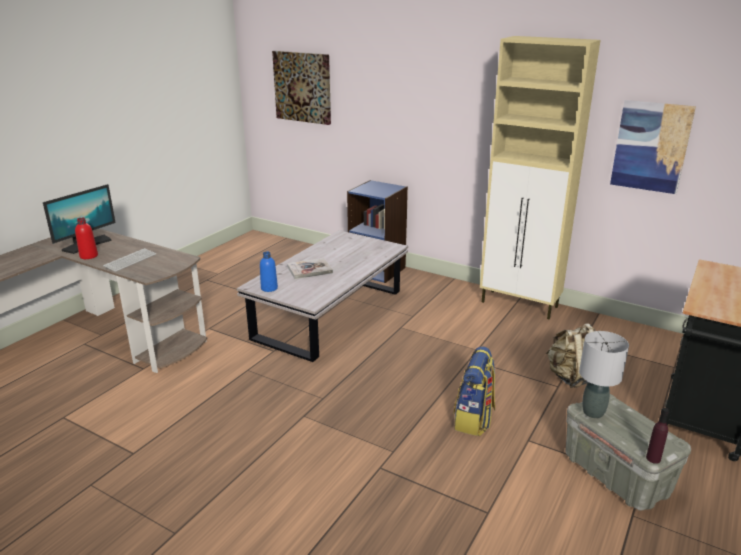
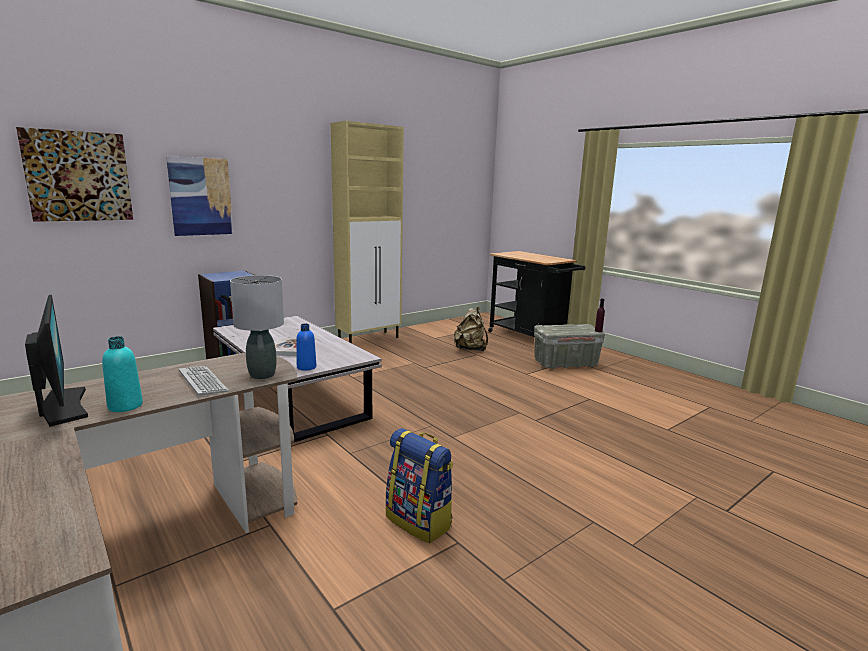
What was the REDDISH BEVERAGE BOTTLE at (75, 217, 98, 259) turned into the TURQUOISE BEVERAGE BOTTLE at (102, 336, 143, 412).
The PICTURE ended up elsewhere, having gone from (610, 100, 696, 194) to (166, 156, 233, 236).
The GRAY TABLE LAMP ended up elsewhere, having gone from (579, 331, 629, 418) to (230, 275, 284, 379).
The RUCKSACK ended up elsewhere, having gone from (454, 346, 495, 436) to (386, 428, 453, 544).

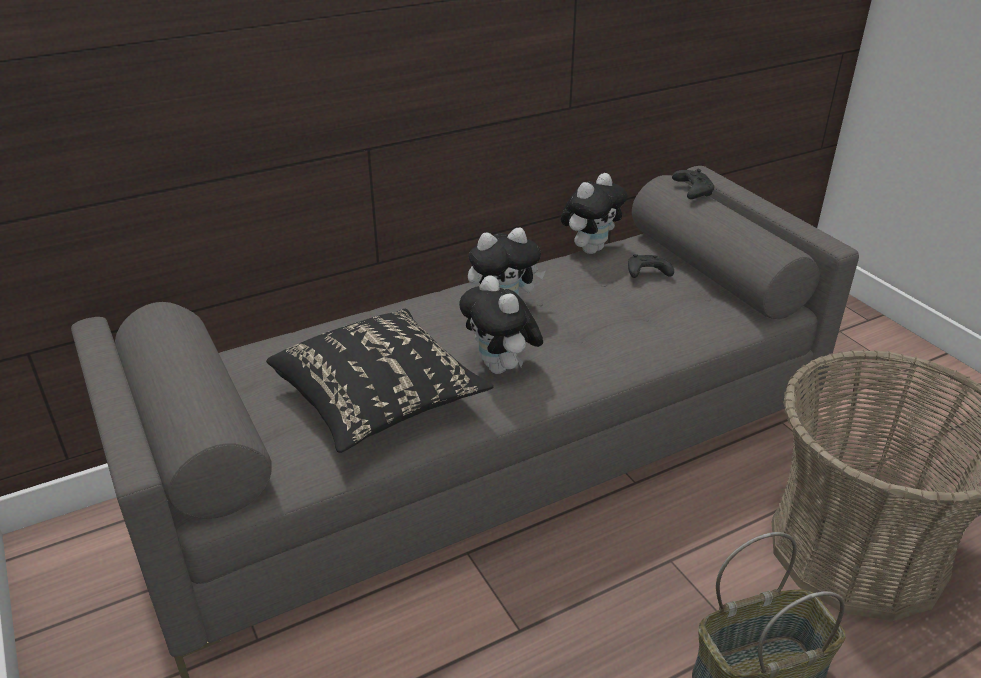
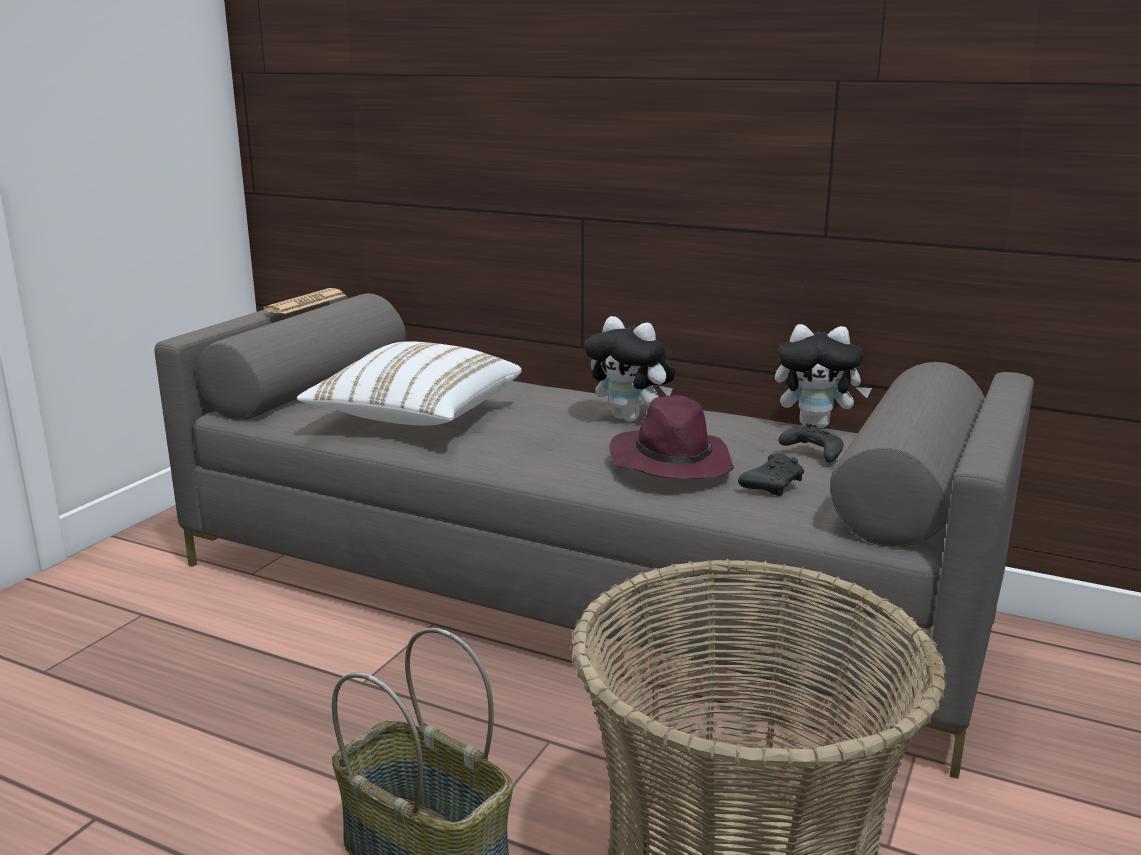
The second view gained the PRINTED PAPER at (264, 288, 346, 314).
What was the BLACKISH CUSHION at (266, 309, 493, 453) turned into the WHITE CUSHION at (297, 341, 522, 426).
The second view gained the PURPLE-COLOURED CLOTHING HAT at (610, 395, 734, 479).
The BLACKISH GAMEPAD ended up elsewhere, having gone from (672, 169, 715, 199) to (738, 453, 804, 496).
The second view lost the PLUSH TOY at (459, 275, 543, 374).

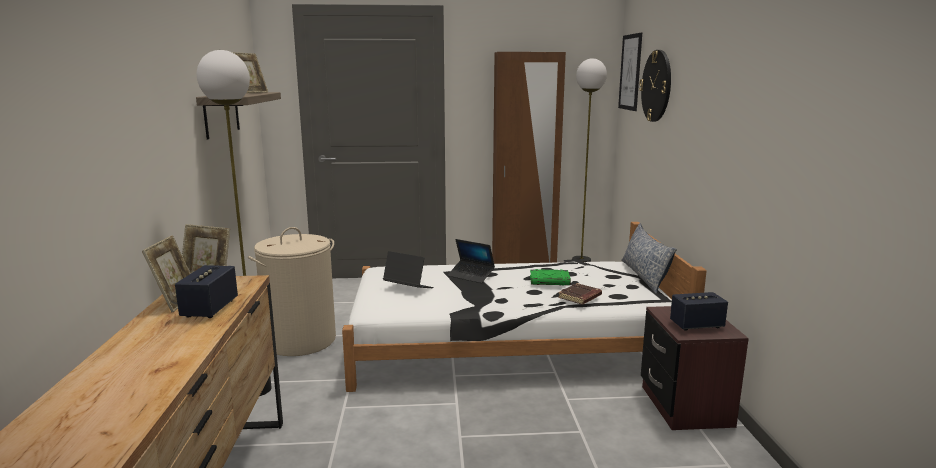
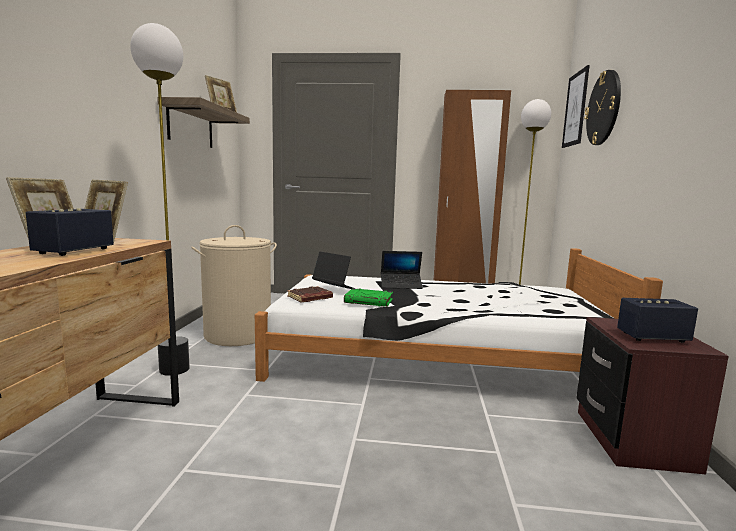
The BROWN-COLOURED BOUND BOOK ended up elsewhere, having gone from (558, 283, 602, 305) to (287, 286, 333, 302).
The GREENISH BOUND BOOK ended up elsewhere, having gone from (530, 269, 571, 286) to (344, 288, 393, 307).
The NOTEBOOK COMPUTER at (447, 239, 495, 283) ended up facing another way, 45 degrees counterclockwise from before.
The second view lost the CUSHION at (621, 223, 677, 294).

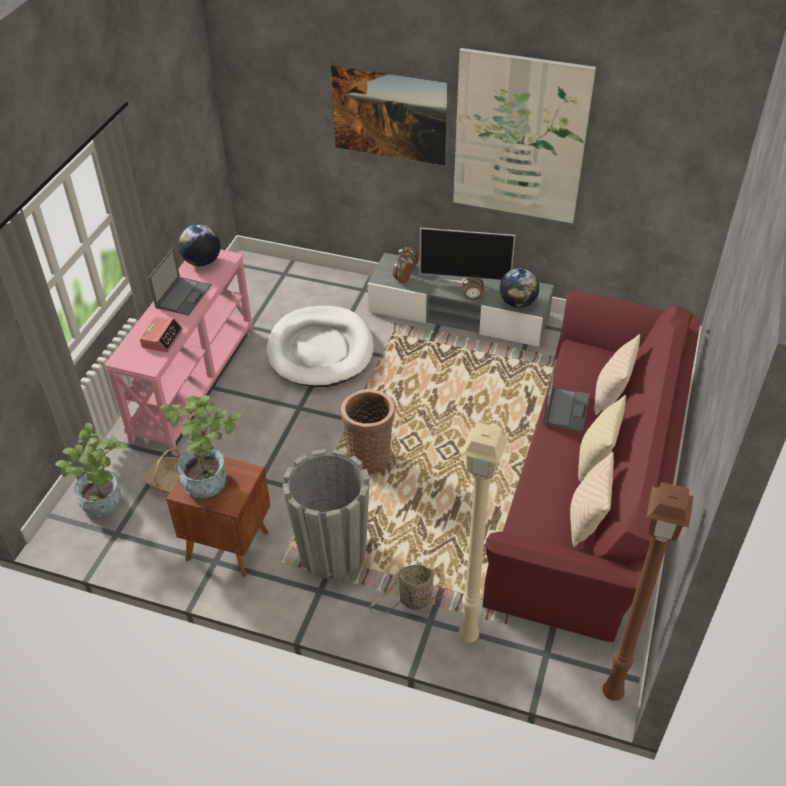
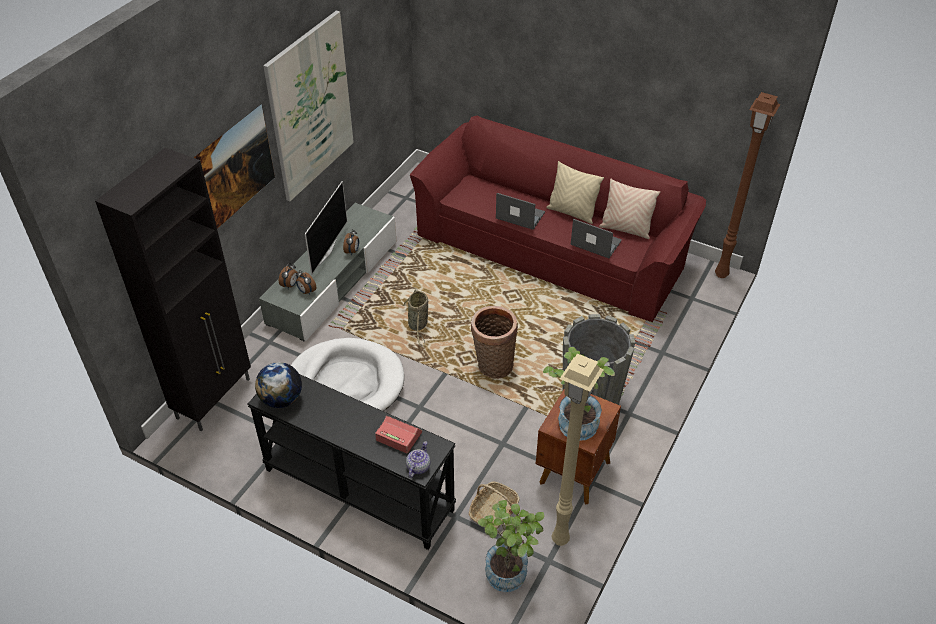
The second view gained the BLACKISH STORAGE CABINET at (95, 148, 251, 431).
What was the PINKISH NARROW TABLE at (104, 249, 253, 454) turned into the BLACKISH NARROW TABLE at (248, 374, 456, 550).
The BASKET ended up elsewhere, having gone from (369, 565, 448, 615) to (402, 288, 428, 346).
The second view gained the TEA POT at (406, 441, 430, 478).
The SAND-COLOURED STANDING LAMP ended up elsewhere, having gone from (459, 422, 509, 643) to (552, 353, 604, 546).
The NOTEBOOK COMPUTER ended up elsewhere, having gone from (148, 248, 211, 316) to (570, 219, 622, 258).
The second view lost the DESK GLOBE at (500, 268, 540, 308).
The second view lost the SAND-COLOURED CUSHION at (594, 334, 640, 415).

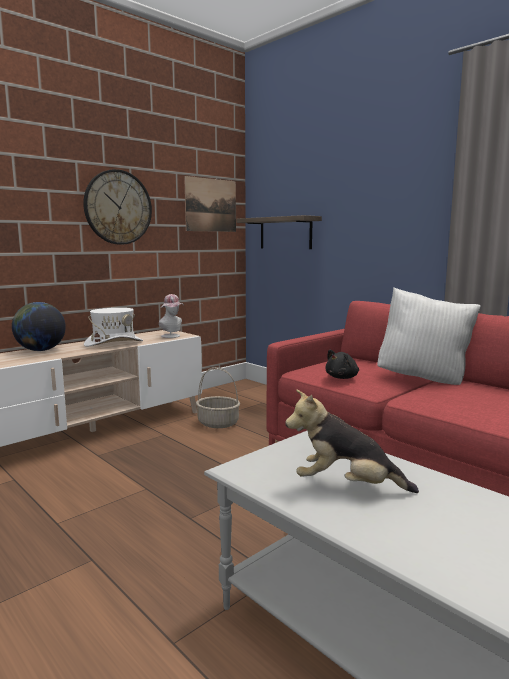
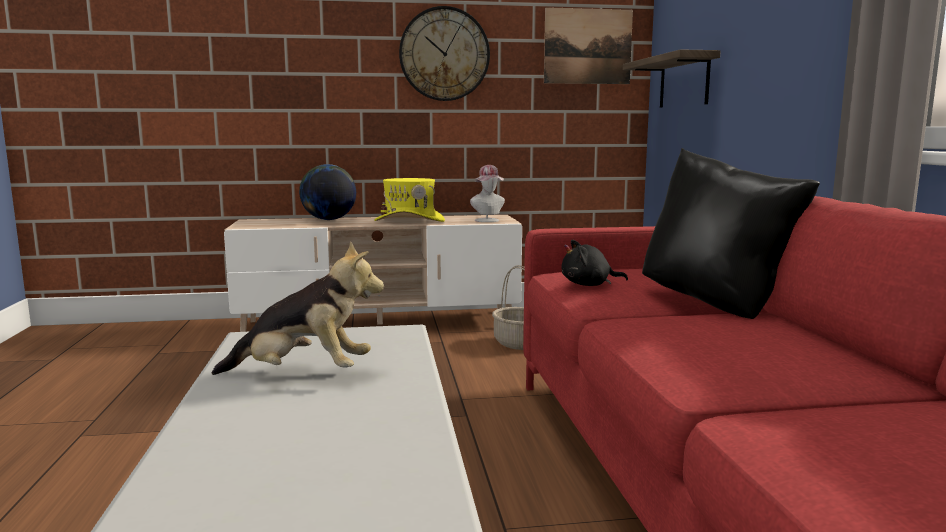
The PLUSH TOY at (285, 389, 419, 493) ended up facing another way, 135 degrees clockwise from before.
What was the WHITE CLOTHING HAT at (84, 308, 143, 347) turned into the YELLOW-COLOURED CLOTHING HAT at (374, 178, 445, 222).
What was the WHITE CUSHION at (377, 287, 481, 385) turned into the BLACKISH CUSHION at (642, 148, 820, 319).

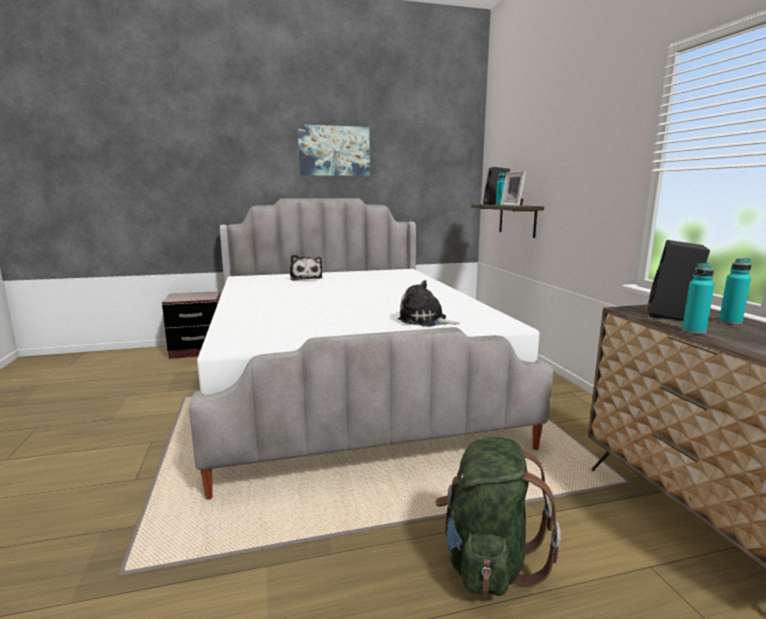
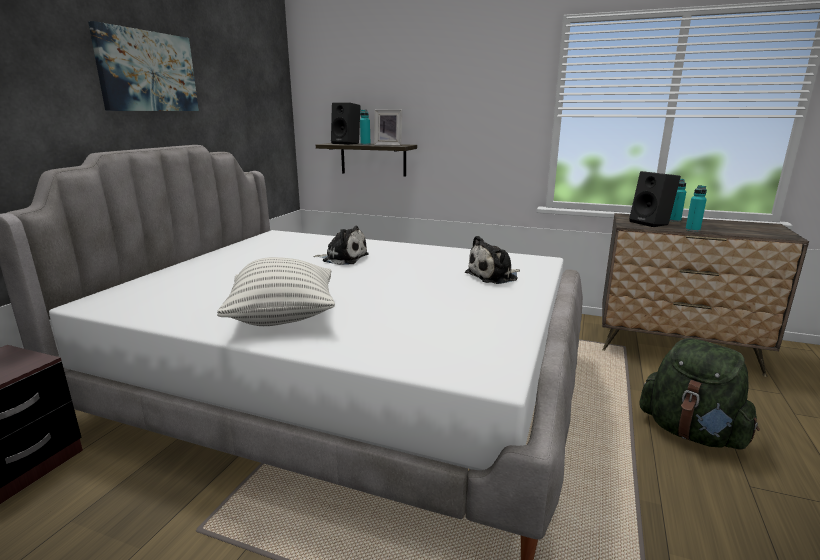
The second view gained the CUSHION at (217, 257, 335, 326).
The PLUSH TOY ended up elsewhere, having gone from (290, 255, 322, 281) to (313, 226, 369, 265).

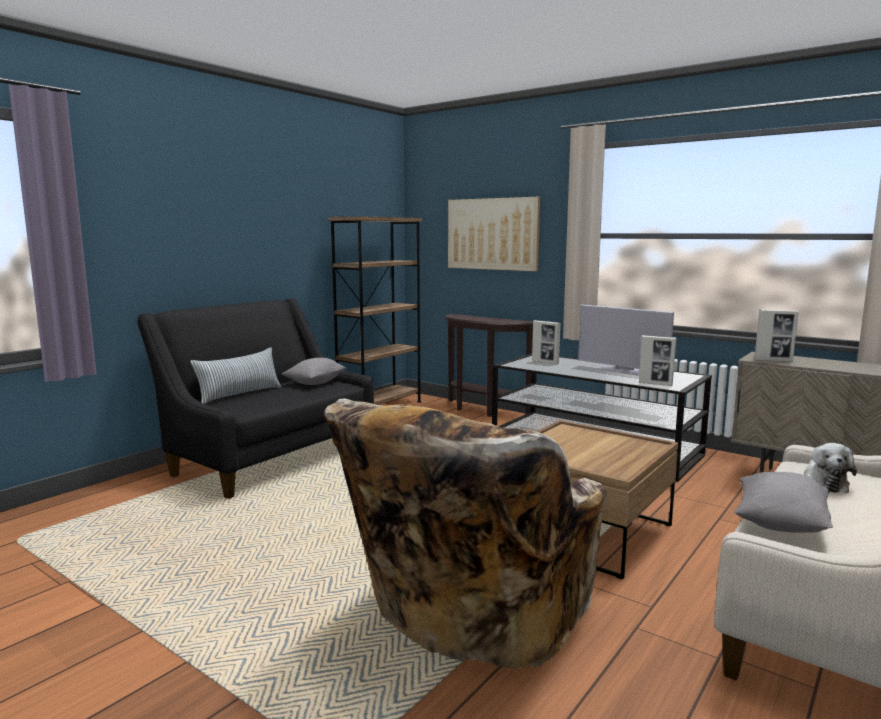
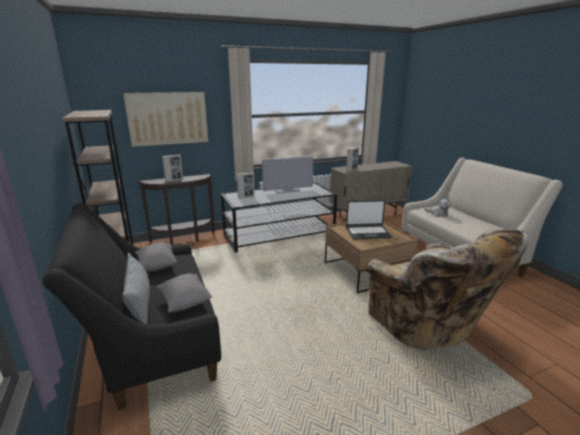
The GRAY CUSHION ended up elsewhere, having gone from (734, 472, 833, 533) to (155, 273, 212, 313).
The PHOTO FRAME ended up elsewhere, having gone from (639, 335, 676, 386) to (162, 154, 183, 182).
The second view gained the NOTEBOOK COMPUTER at (346, 200, 392, 239).

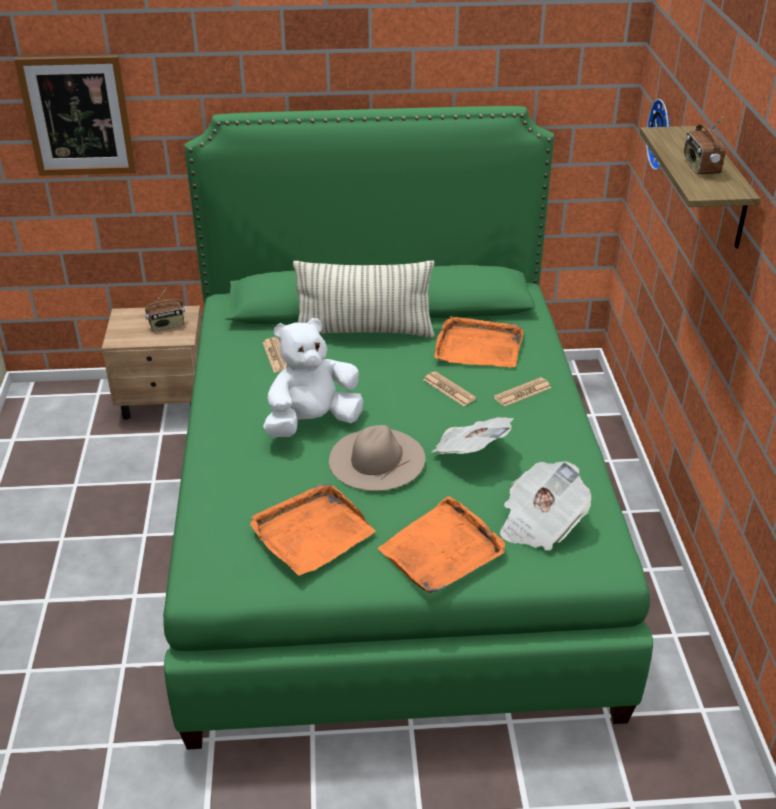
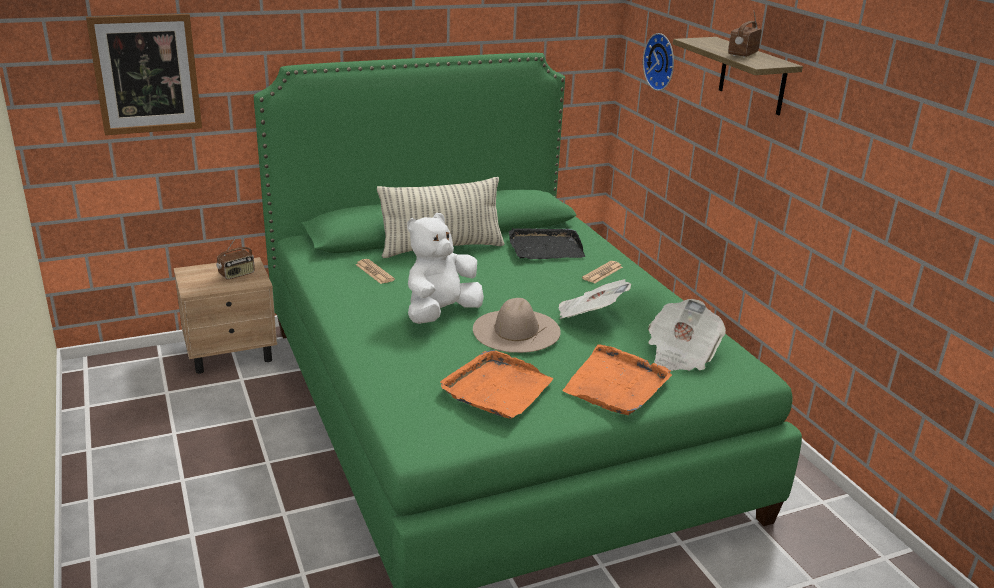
What was the ORANGEY SERVING TRAY at (434, 316, 523, 368) turned into the BLACKISH SERVING TRAY at (509, 228, 585, 259).
The RADIO SET at (683, 116, 726, 175) ended up facing another way, 60 degrees clockwise from before.
The second view lost the PRINTED PAPER at (423, 371, 477, 406).

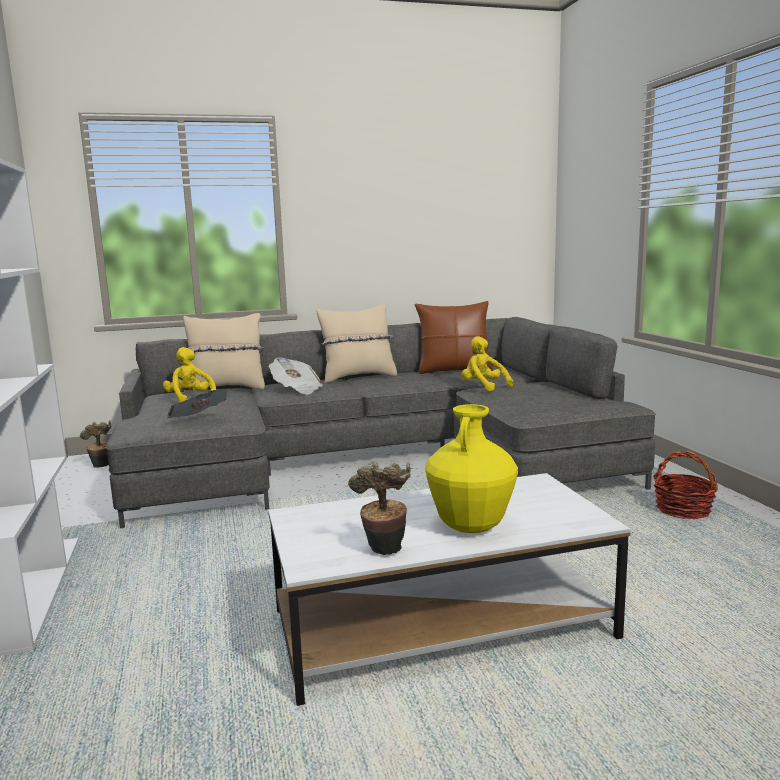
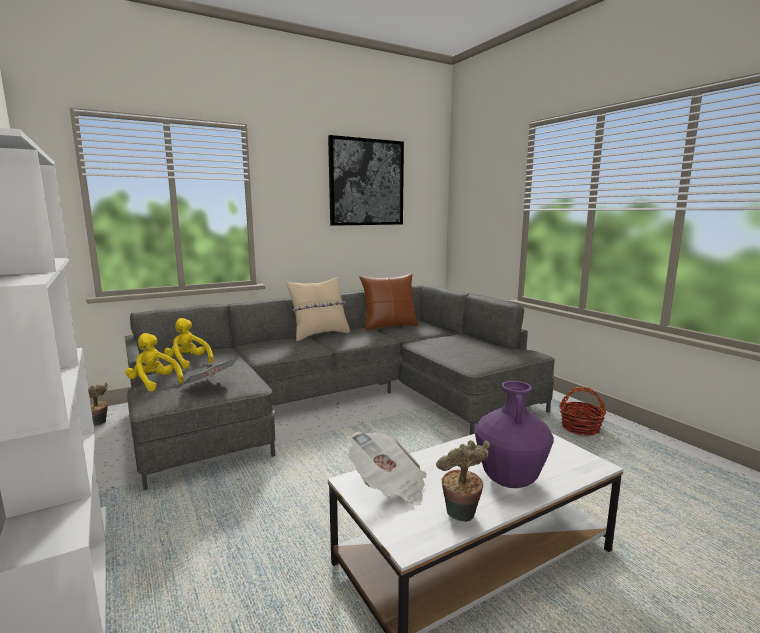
The YELLOW-COLOURED PLUSH TOY ended up elsewhere, having gone from (462, 336, 513, 392) to (125, 333, 184, 392).
The second view gained the PICTURE at (328, 135, 404, 226).
The PRINTED PAPER ended up elsewhere, having gone from (269, 357, 323, 395) to (348, 432, 426, 505).
What was the YELLOW-COLOURED FLOWER VASE at (425, 404, 518, 533) turned into the PURPLE-COLOURED FLOWER VASE at (475, 381, 554, 488).
The second view lost the SAND-COLOURED CUSHION at (183, 313, 265, 393).

